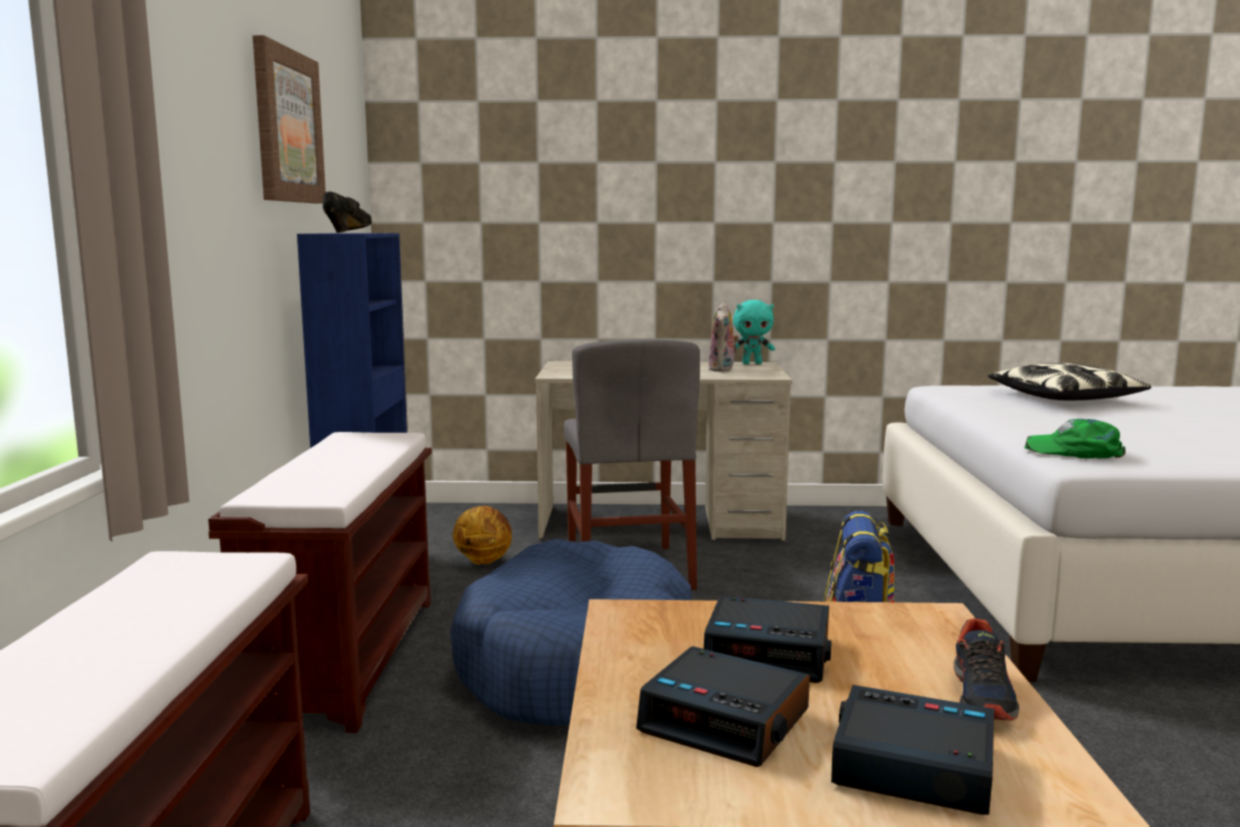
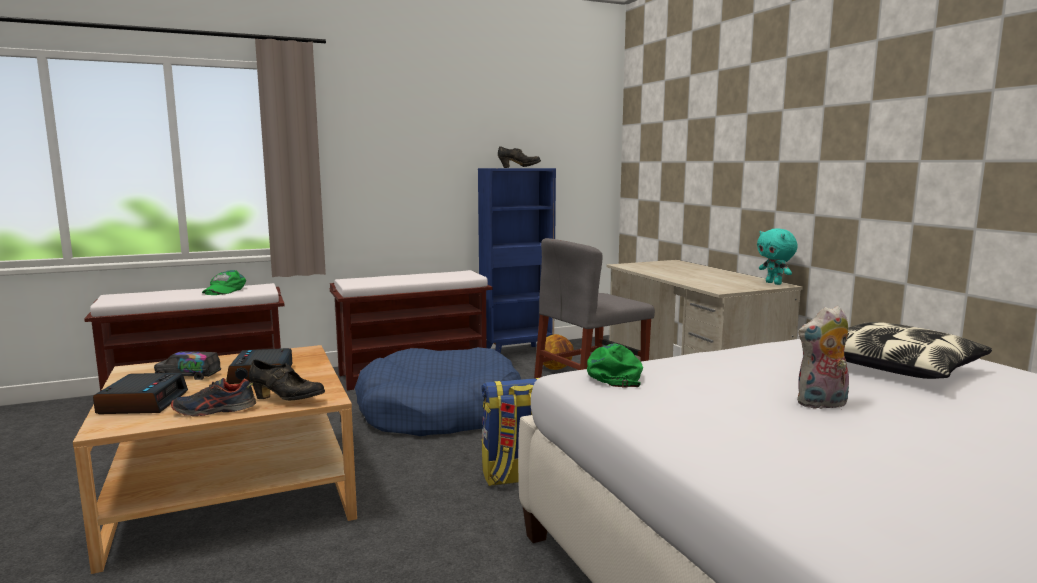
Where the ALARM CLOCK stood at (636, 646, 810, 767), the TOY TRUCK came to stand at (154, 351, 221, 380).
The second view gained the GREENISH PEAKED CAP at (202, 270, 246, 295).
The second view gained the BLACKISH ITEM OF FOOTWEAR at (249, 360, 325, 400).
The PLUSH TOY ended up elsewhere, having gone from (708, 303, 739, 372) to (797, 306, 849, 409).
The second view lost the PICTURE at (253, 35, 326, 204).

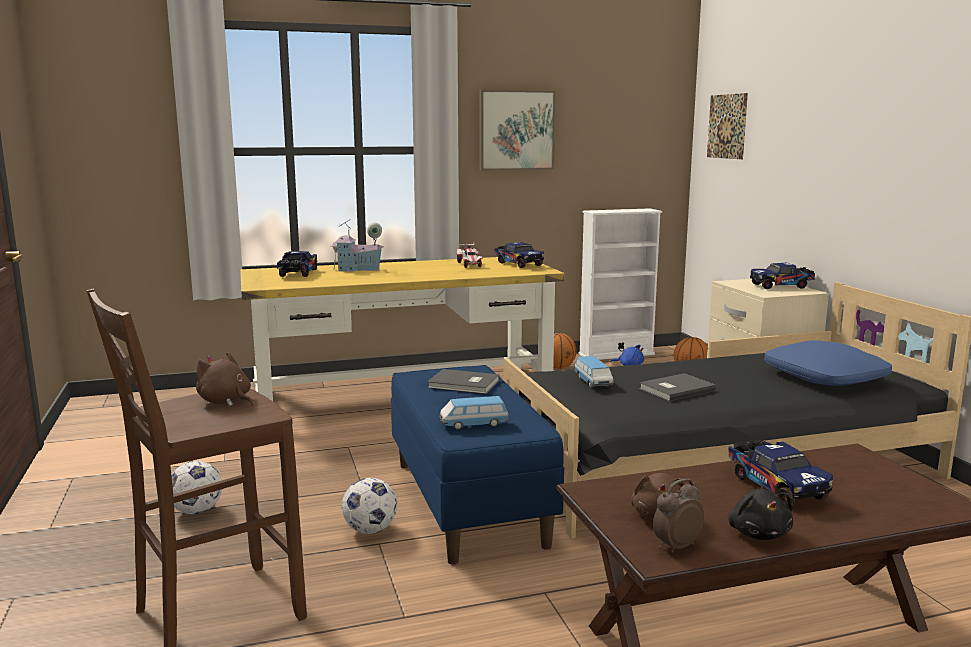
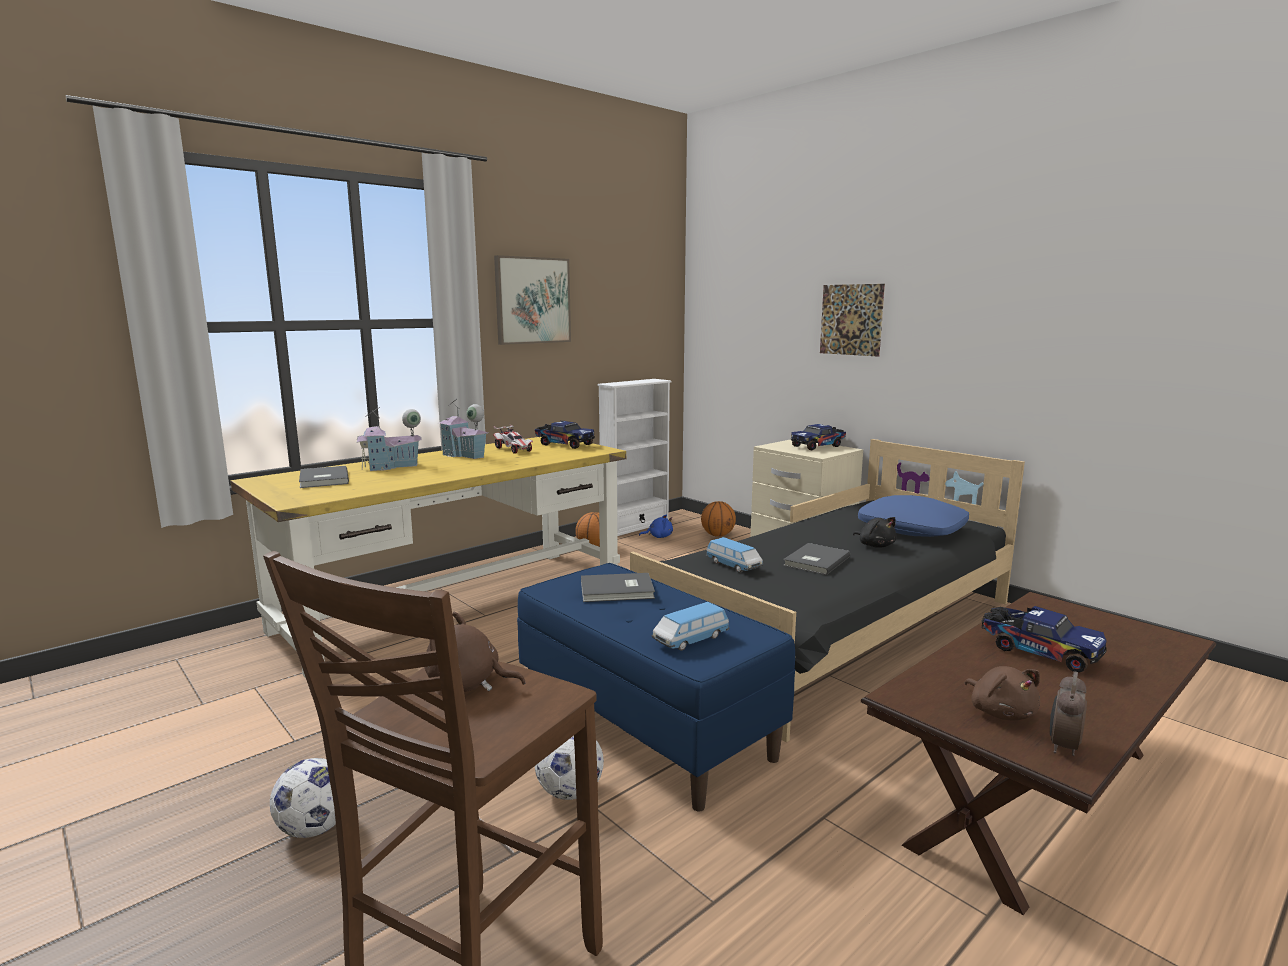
Where the TOY TRUCK stood at (277, 251, 317, 277), the GRAY BOUND BOOK came to stand at (299, 466, 349, 488).
The second view gained the MINIATURE HOUSE at (439, 399, 488, 459).
The PICTURE ended up elsewhere, having gone from (707, 93, 748, 159) to (820, 284, 885, 357).
The BLACKISH PLUSH TOY ended up elsewhere, having gone from (728, 489, 793, 540) to (853, 517, 897, 548).

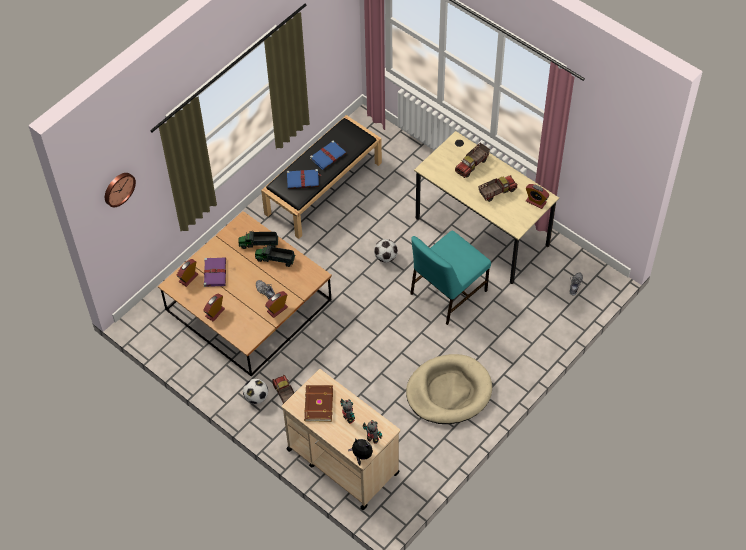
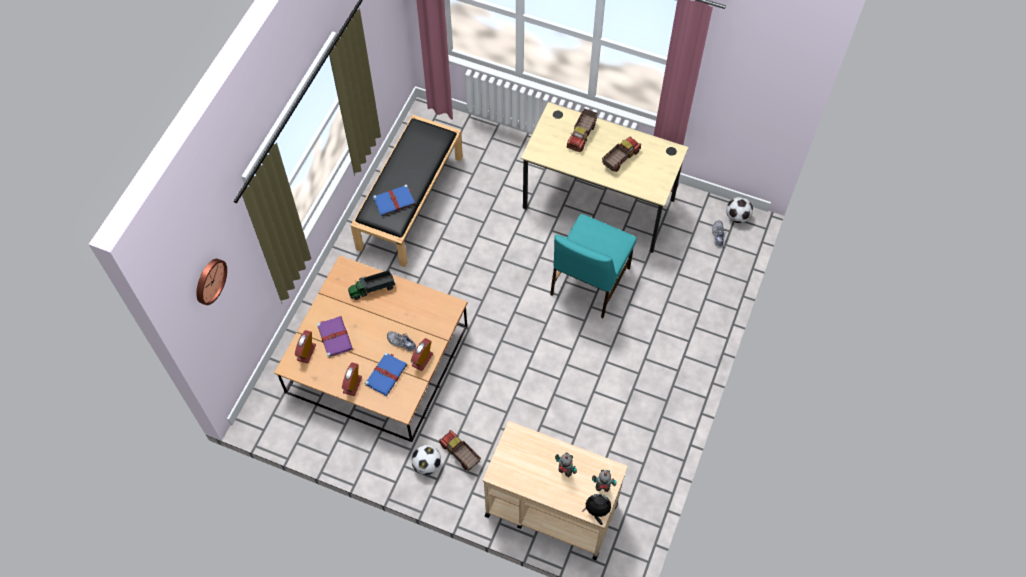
The BLUE BOUND BOOK ended up elsewhere, having gone from (310, 141, 346, 170) to (365, 352, 408, 396).
The FOOTBALL ended up elsewhere, having gone from (374, 239, 398, 262) to (726, 197, 753, 223).
The second view lost the TOY TRUCK at (255, 245, 295, 267).
The second view lost the BROWN-COLOURED BOUND BOOK at (304, 385, 333, 422).
The second view lost the SAND-COLOURED DOG CUSHION at (406, 354, 492, 424).
The second view lost the ALARM CLOCK at (526, 184, 549, 209).

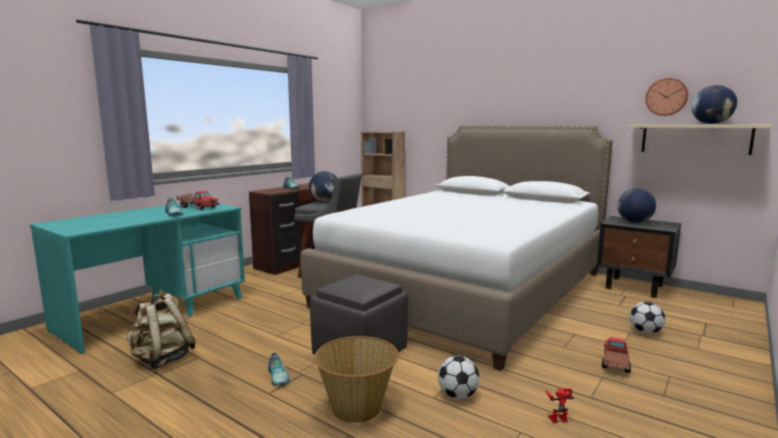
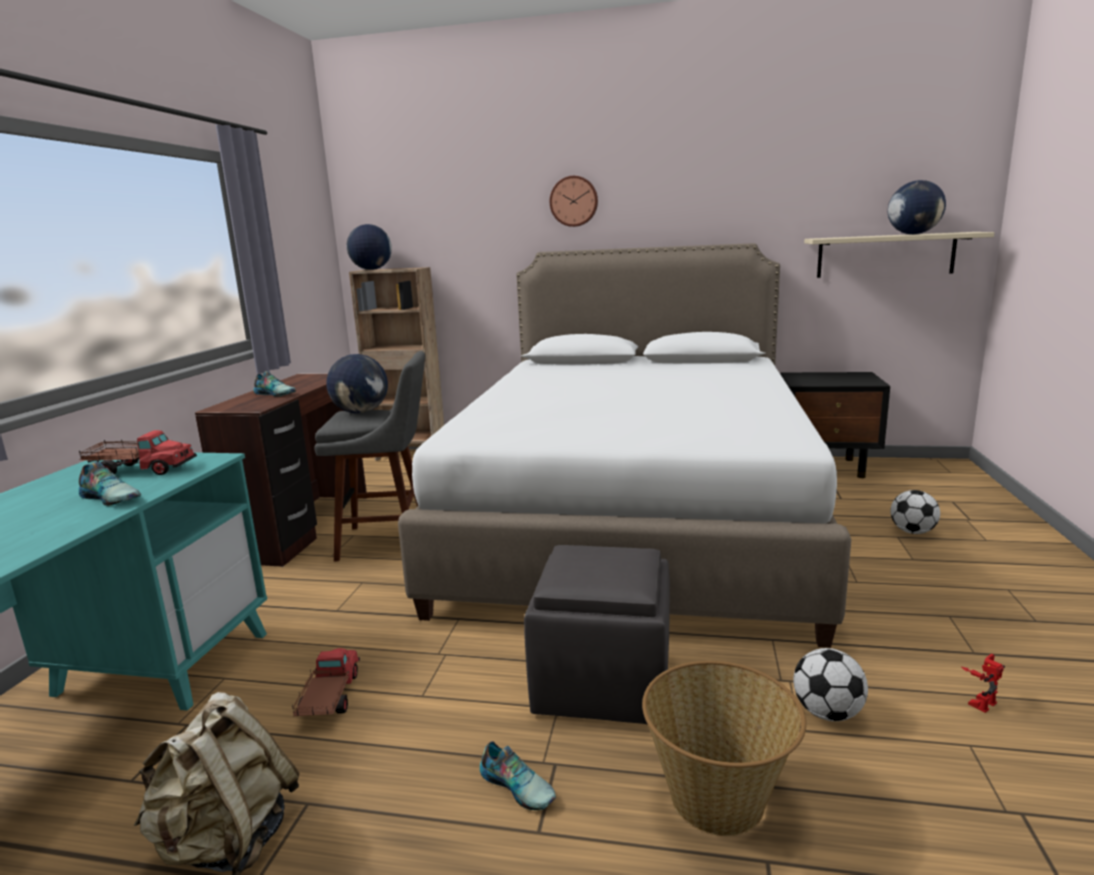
The TOY TRUCK ended up elsewhere, having gone from (602, 337, 631, 373) to (292, 648, 360, 716).
The DESK GLOBE ended up elsewhere, having gone from (617, 188, 656, 223) to (346, 224, 392, 270).
The HANGING CLOCK ended up elsewhere, having gone from (645, 78, 688, 116) to (550, 176, 598, 227).

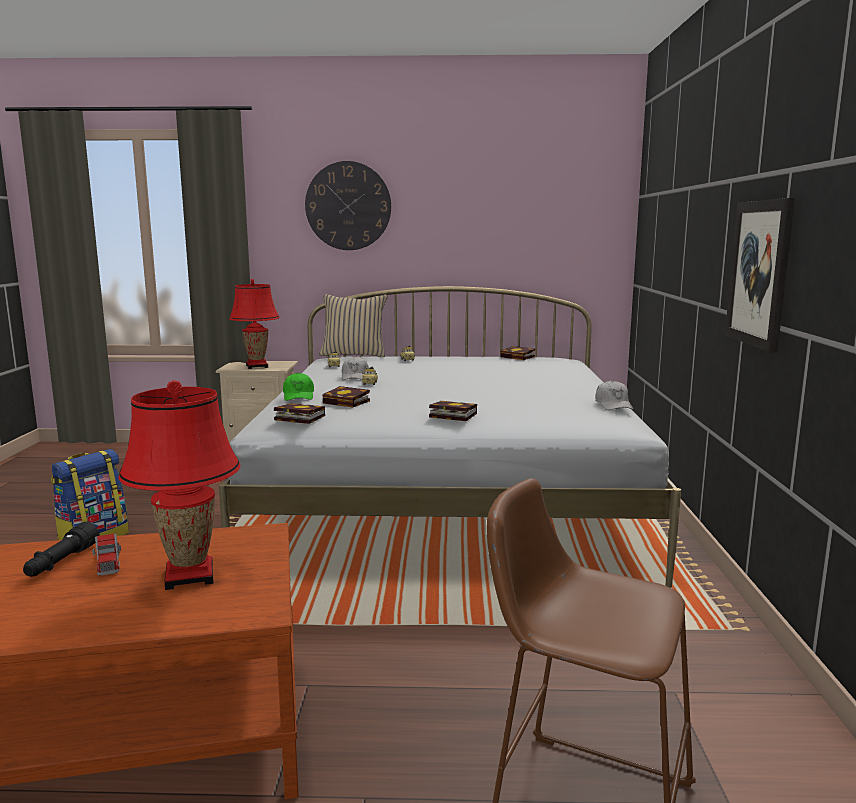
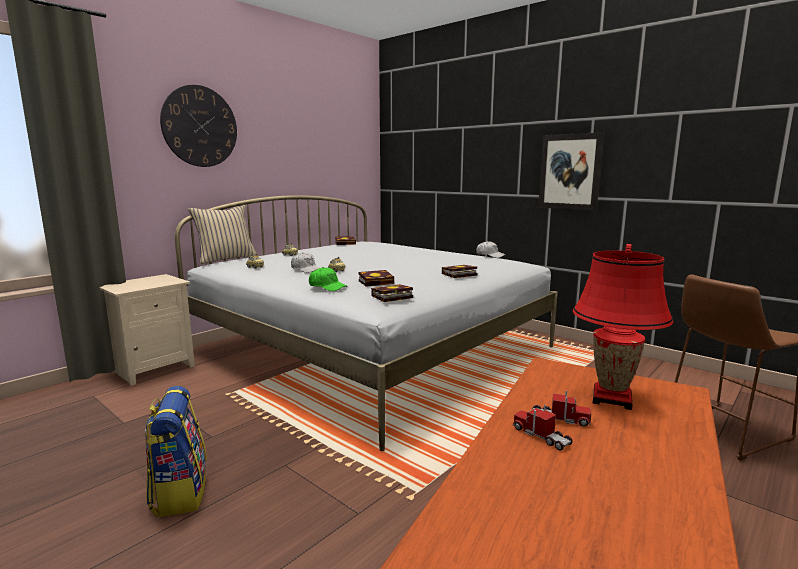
Where the BLACKISH TORCH stood at (23, 522, 100, 577), the TOY TRUCK came to stand at (513, 405, 573, 451).
The second view lost the REDDISH TABLE LAMP at (229, 279, 280, 369).

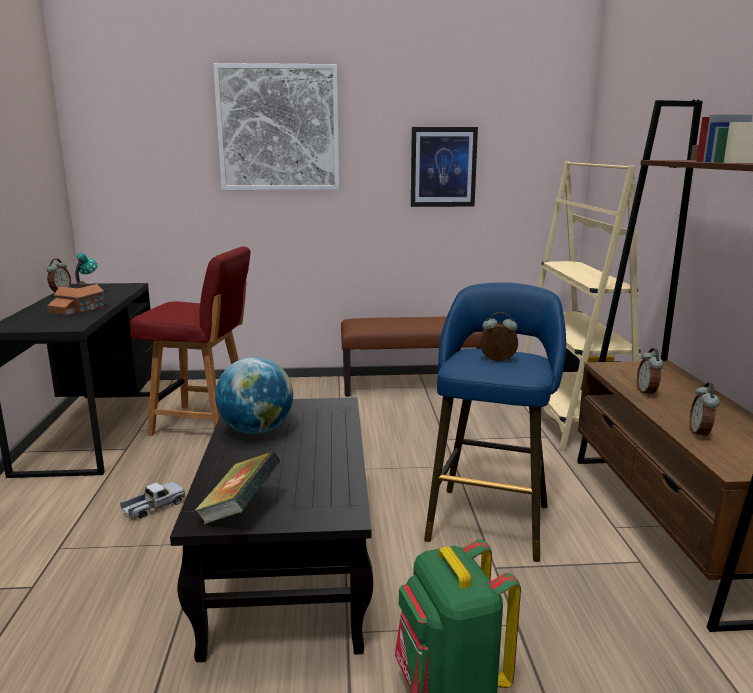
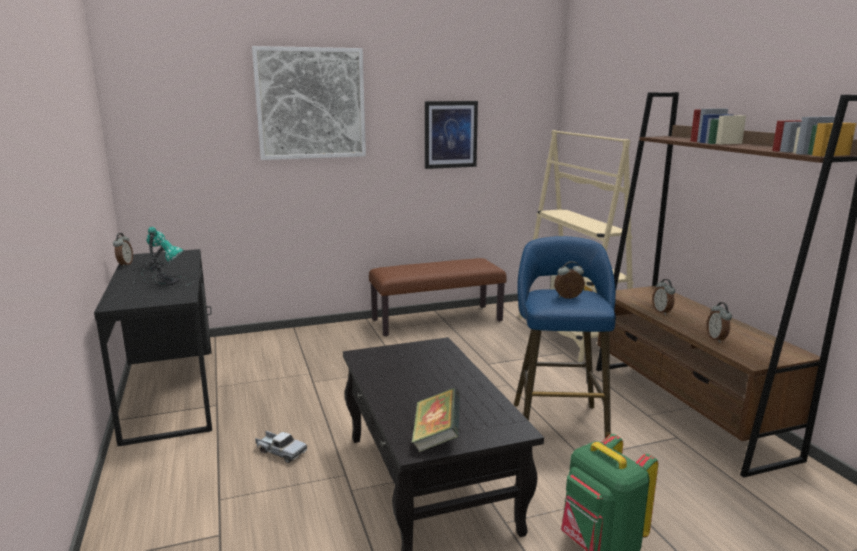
Where the MINIATURE HOUSE stood at (47, 281, 104, 316), the TABLE LAMP came to stand at (133, 239, 194, 287).
The TOY TRUCK at (120, 482, 185, 519) ended up facing another way, 90 degrees clockwise from before.
The second view lost the REDDISH CHAIR at (130, 246, 251, 436).
The second view lost the DESK GLOBE at (215, 357, 293, 434).

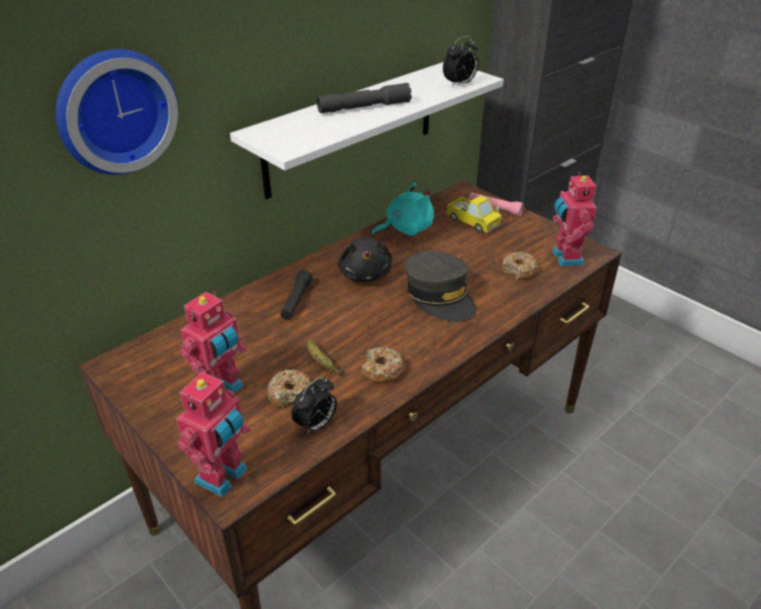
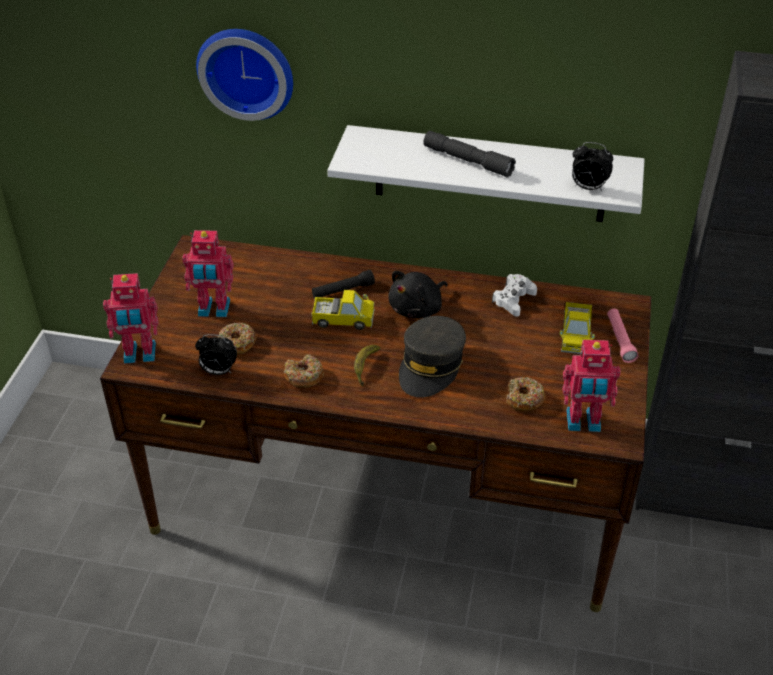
The second view gained the TOY TRUCK at (311, 290, 374, 330).
The WHOLE BANANA ended up elsewhere, having gone from (307, 339, 344, 375) to (354, 345, 380, 386).
Where the TURQUOISE PLUSH TOY stood at (371, 183, 434, 235), the WHITE GAMEPAD came to stand at (492, 274, 537, 317).
The TOY ROBOT at (552, 172, 597, 266) ended up facing another way, 135 degrees counterclockwise from before.

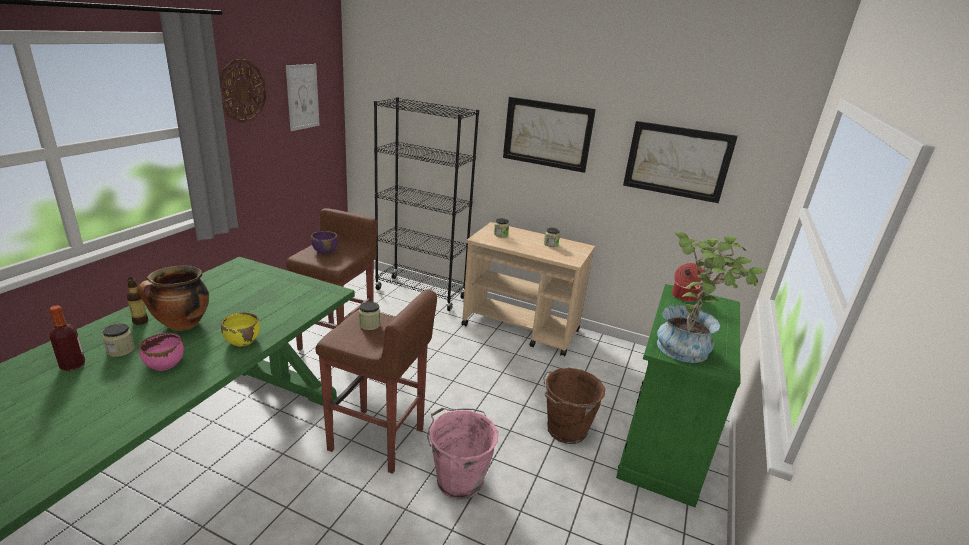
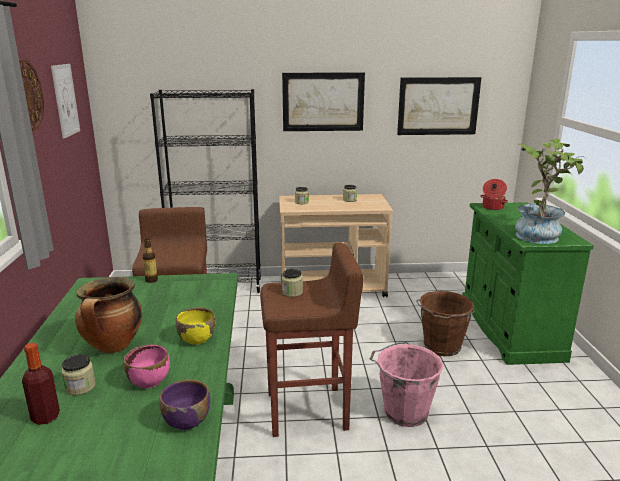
The BEVERAGE BOTTLE ended up elsewhere, having gone from (127, 277, 148, 325) to (143, 238, 158, 283).
The PURPLE-COLOURED BOWL ended up elsewhere, having gone from (311, 231, 338, 254) to (159, 380, 210, 430).

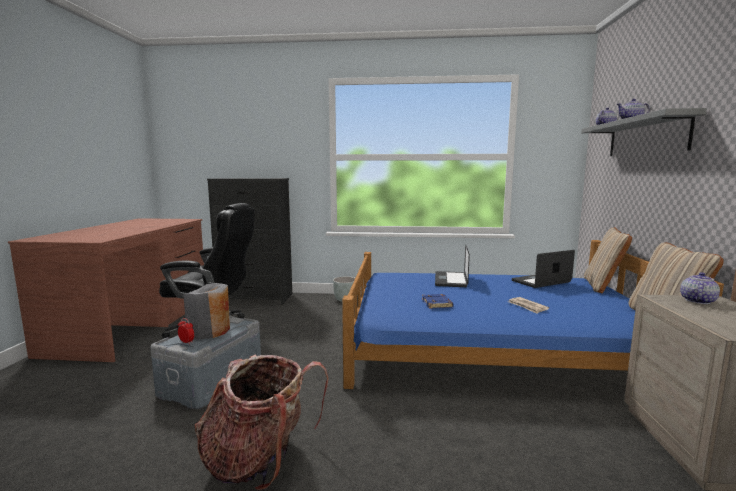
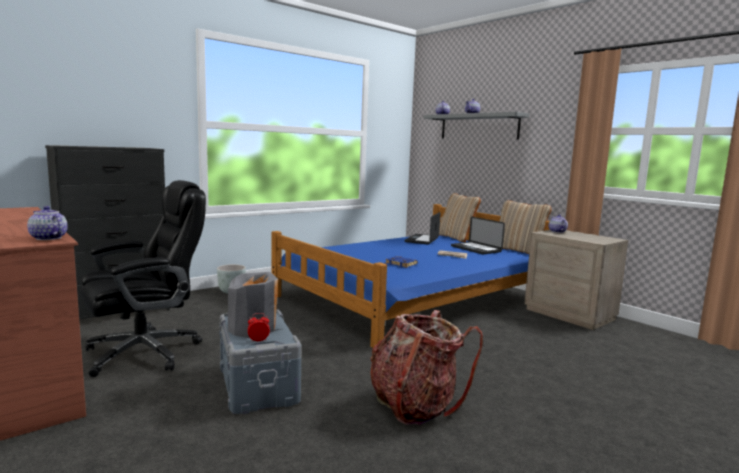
The second view gained the TEA POT at (27, 206, 68, 240).
The NOTEBOOK COMPUTER ended up elsewhere, having gone from (435, 245, 470, 287) to (451, 217, 505, 255).

